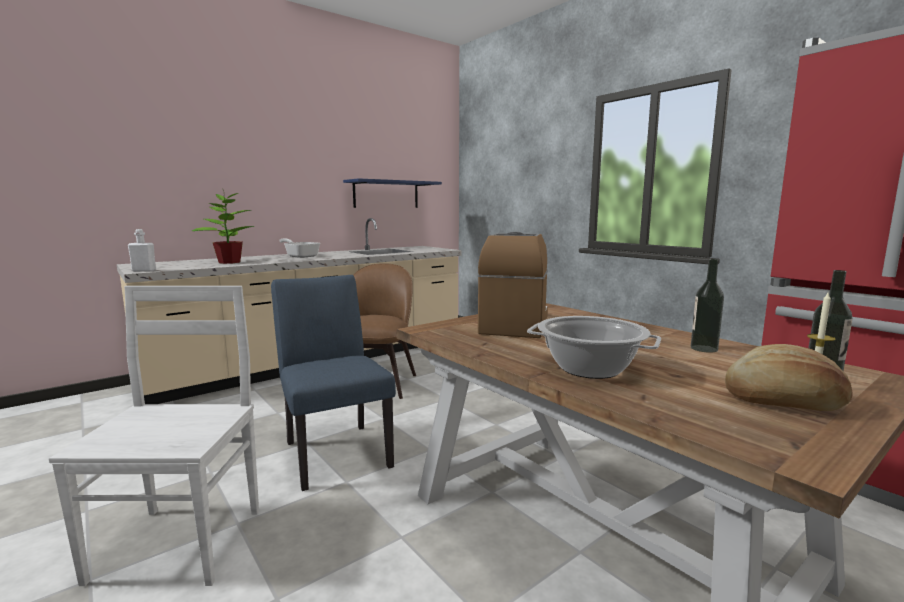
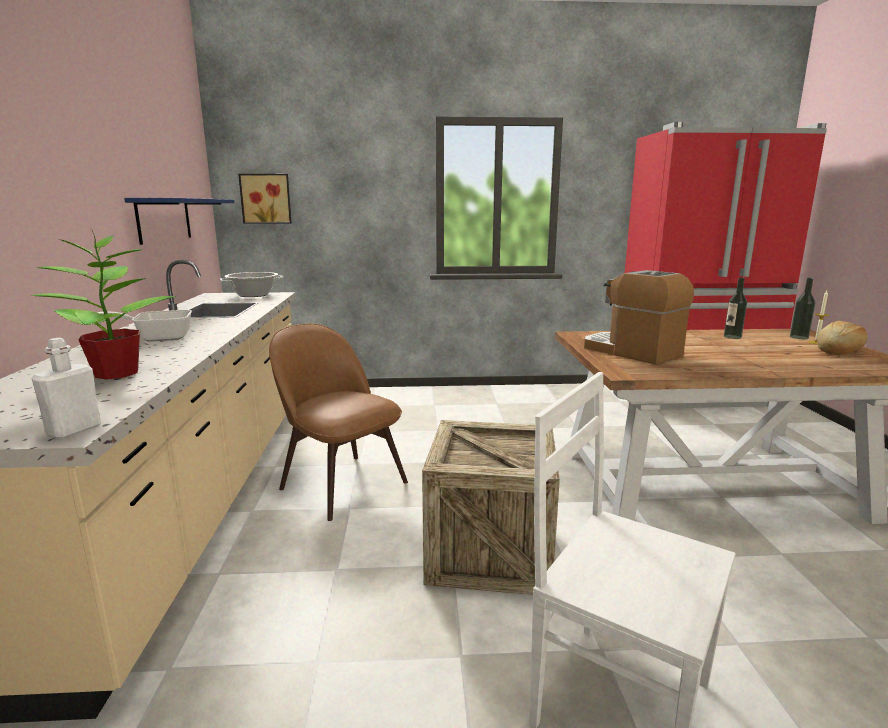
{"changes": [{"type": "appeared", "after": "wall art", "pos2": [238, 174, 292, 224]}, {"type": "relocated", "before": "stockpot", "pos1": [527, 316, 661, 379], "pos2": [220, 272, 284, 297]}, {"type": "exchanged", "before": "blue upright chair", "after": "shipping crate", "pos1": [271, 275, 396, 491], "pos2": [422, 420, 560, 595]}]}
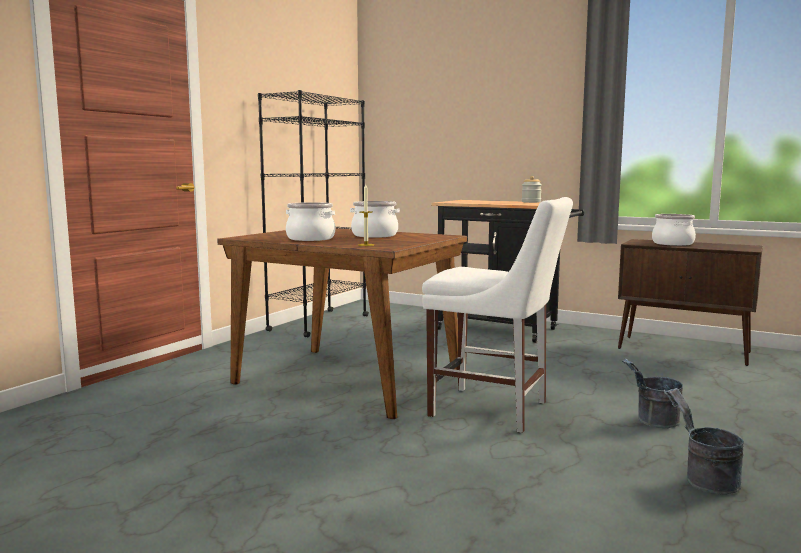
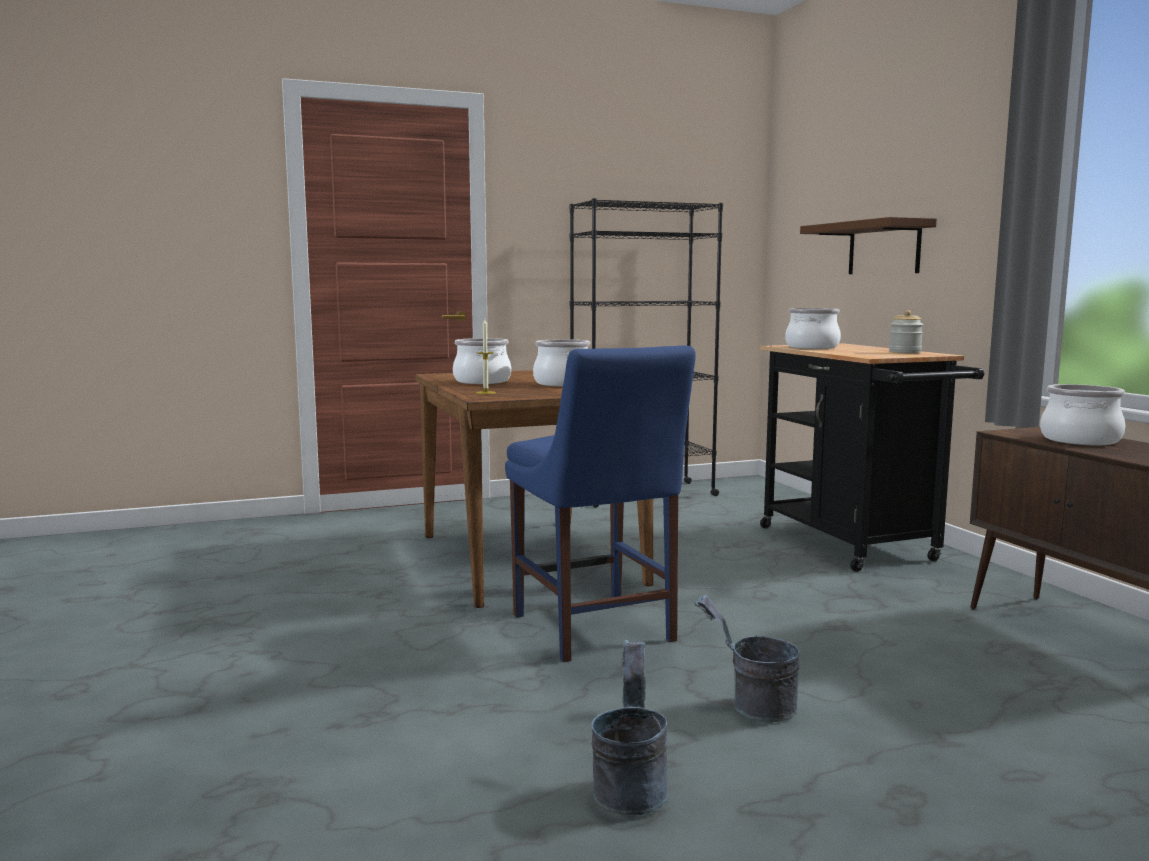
{"changes": [{"type": "appeared", "after": "stockpot", "pos2": [785, 308, 841, 349]}, {"type": "appeared", "after": "brownish shelf", "pos2": [800, 217, 937, 274]}, {"type": "colour", "before": "whitish upright chair", "after": "blue upright chair", "pos1": [422, 197, 573, 433], "pos2": [505, 345, 696, 662]}]}
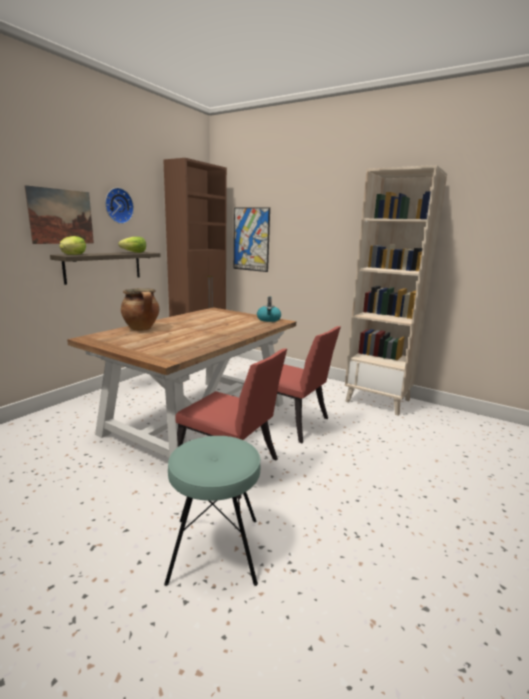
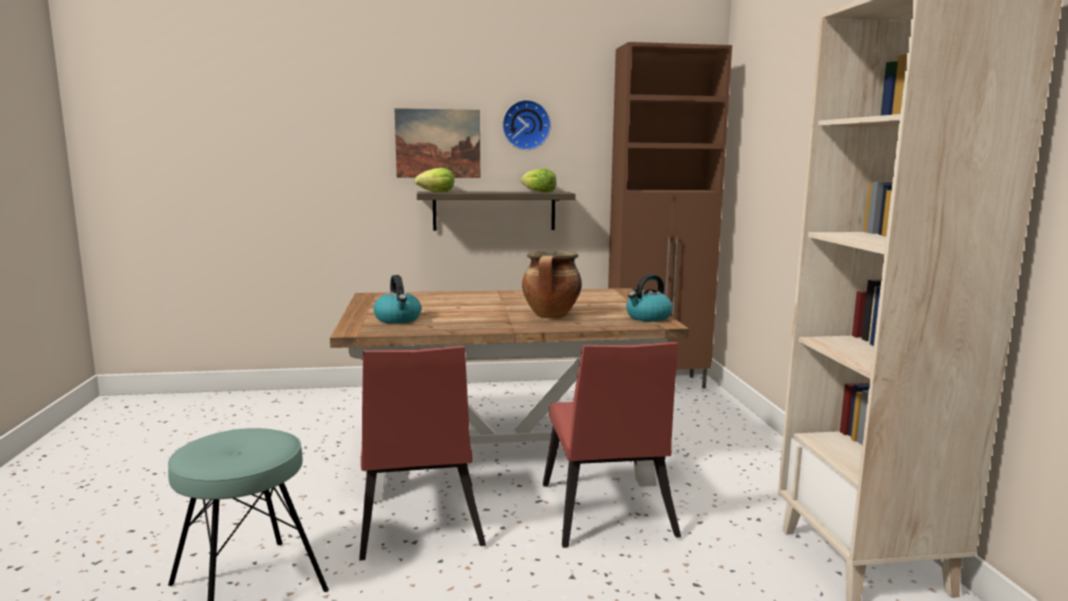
{"changes": [{"type": "missing", "before": "wall art", "pos1": [234, 208, 270, 272]}, {"type": "appeared", "after": "kettle", "pos2": [374, 275, 421, 324]}, {"type": "relocated", "before": "stockpot", "pos1": [121, 288, 159, 331], "pos2": [522, 251, 582, 319]}]}
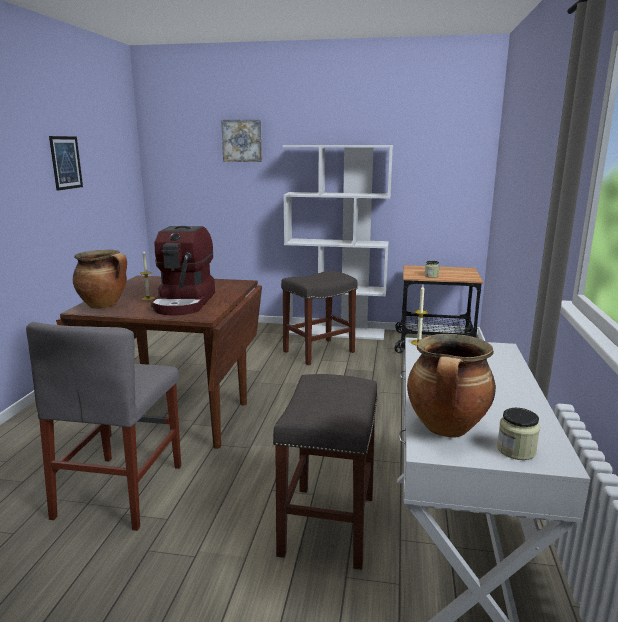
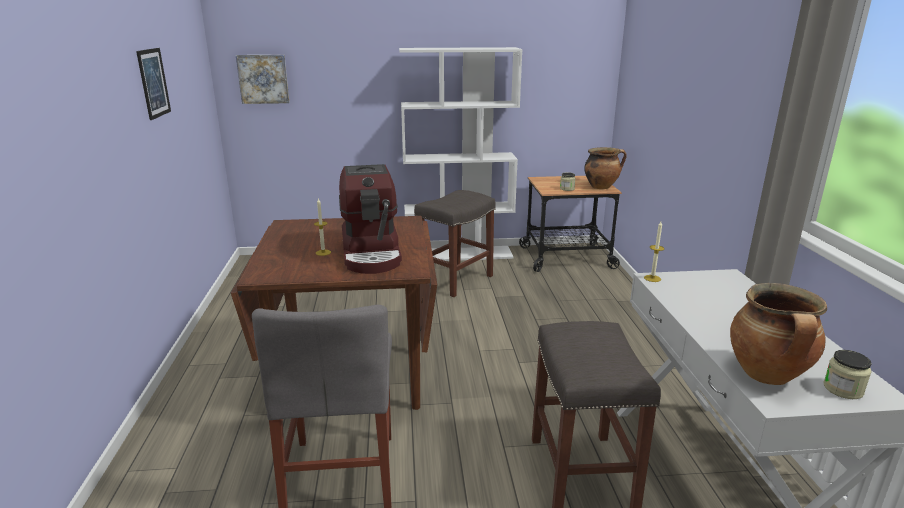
{"changes": [{"type": "relocated", "before": "stockpot", "pos1": [73, 250, 127, 309], "pos2": [584, 147, 627, 189]}, {"type": "relocated", "before": "wall art", "pos1": [221, 120, 262, 162], "pos2": [236, 55, 289, 104]}]}
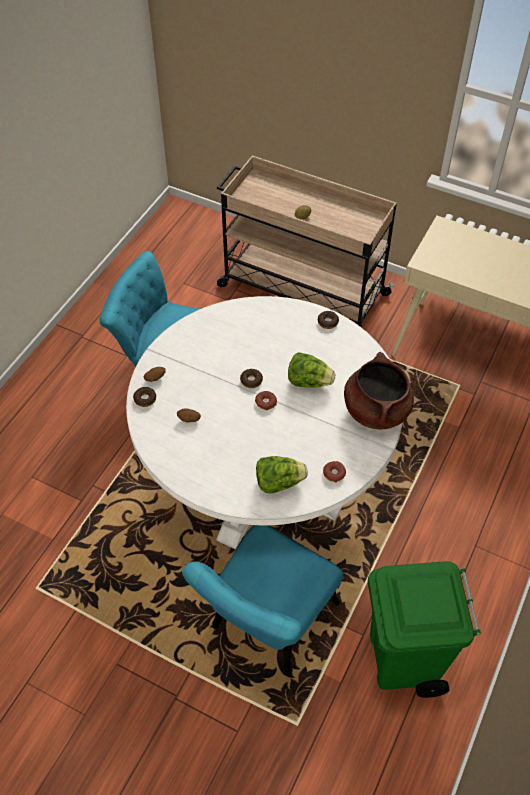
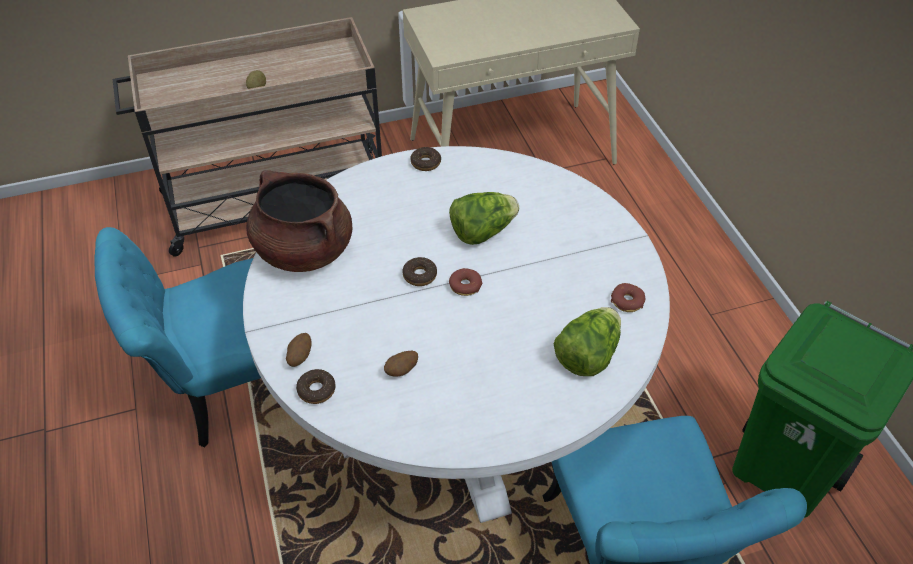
{"changes": [{"type": "relocated", "before": "brownish stockpot", "pos1": [344, 352, 414, 430], "pos2": [246, 170, 352, 272]}]}
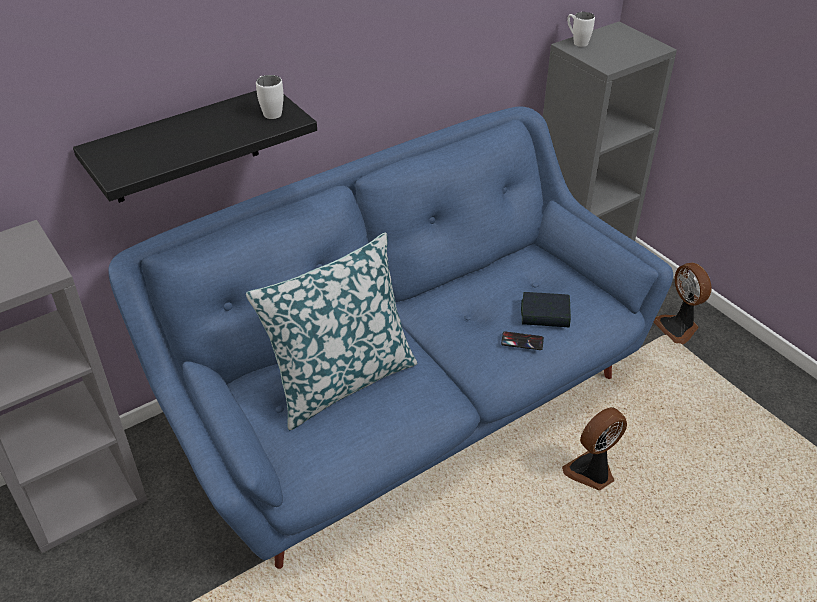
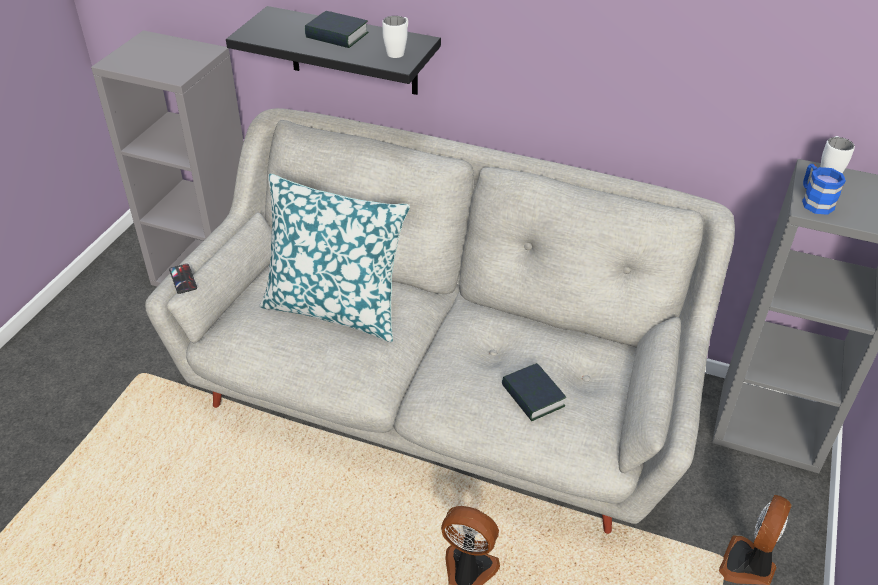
{"changes": [{"type": "appeared", "after": "book", "pos2": [305, 11, 368, 48]}, {"type": "appeared", "after": "blue tea mug", "pos2": [802, 164, 846, 215]}, {"type": "relocated", "before": "handset", "pos1": [501, 331, 544, 350], "pos2": [169, 264, 197, 294]}, {"type": "colour", "before": "blue couch", "after": "greyish couch", "pos1": [108, 107, 673, 569], "pos2": [145, 108, 735, 534]}]}
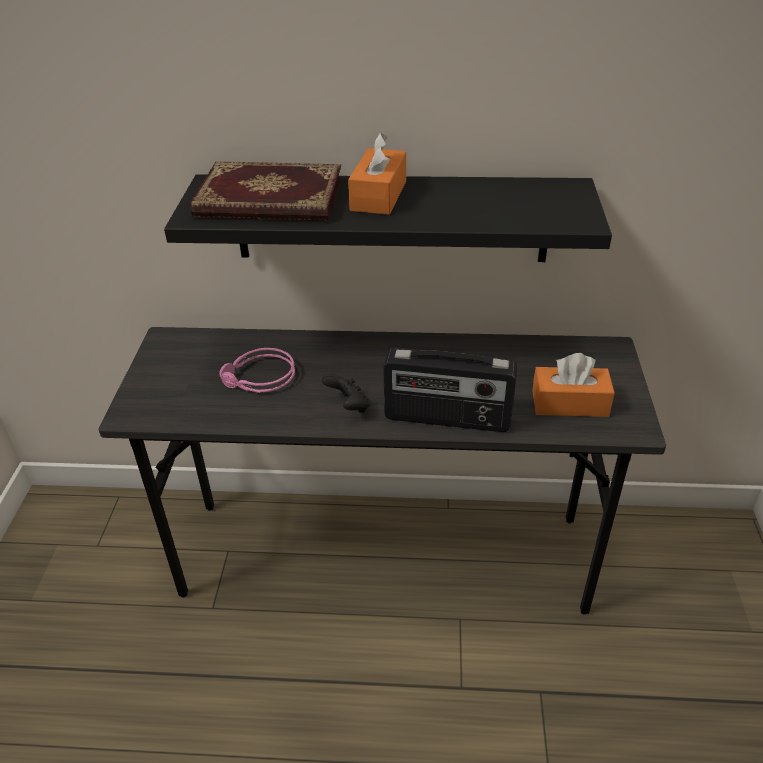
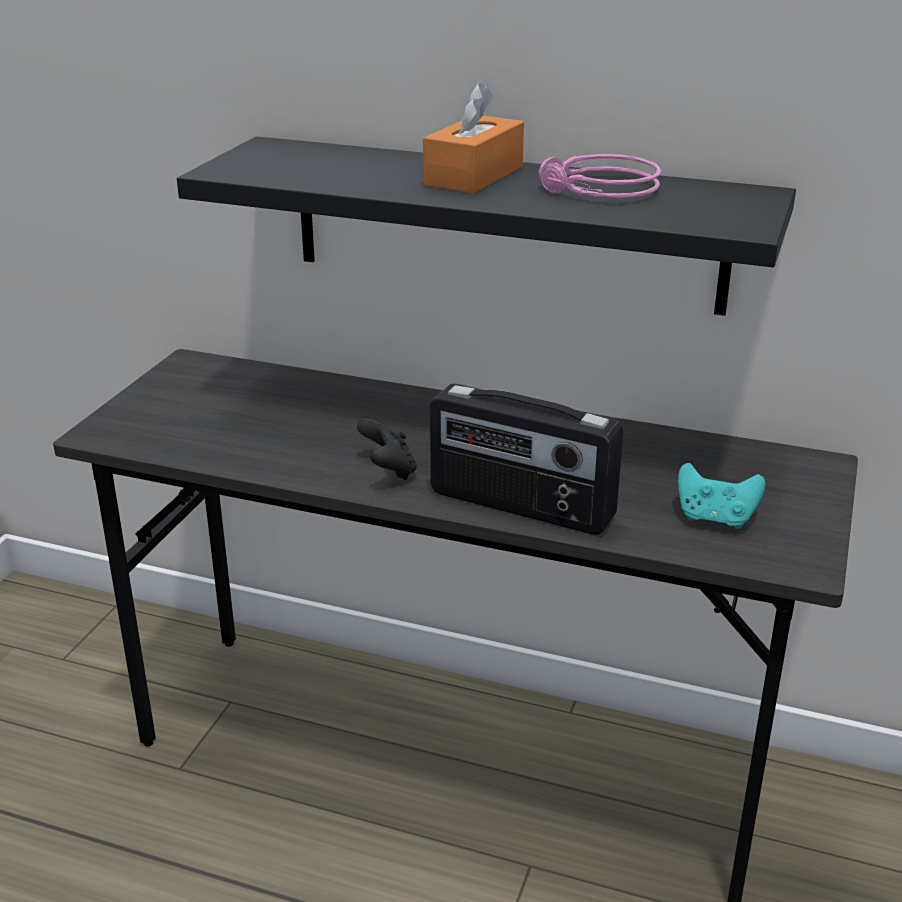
{"changes": [{"type": "missing", "before": "book", "pos1": [190, 161, 342, 221]}, {"type": "relocated", "before": "pink-coloured headset", "pos1": [219, 348, 295, 393], "pos2": [539, 154, 661, 198]}, {"type": "exchanged", "before": "orangey box of tissues", "after": "turquoise-coloured joypad", "pos1": [532, 353, 615, 417], "pos2": [678, 463, 766, 529]}]}
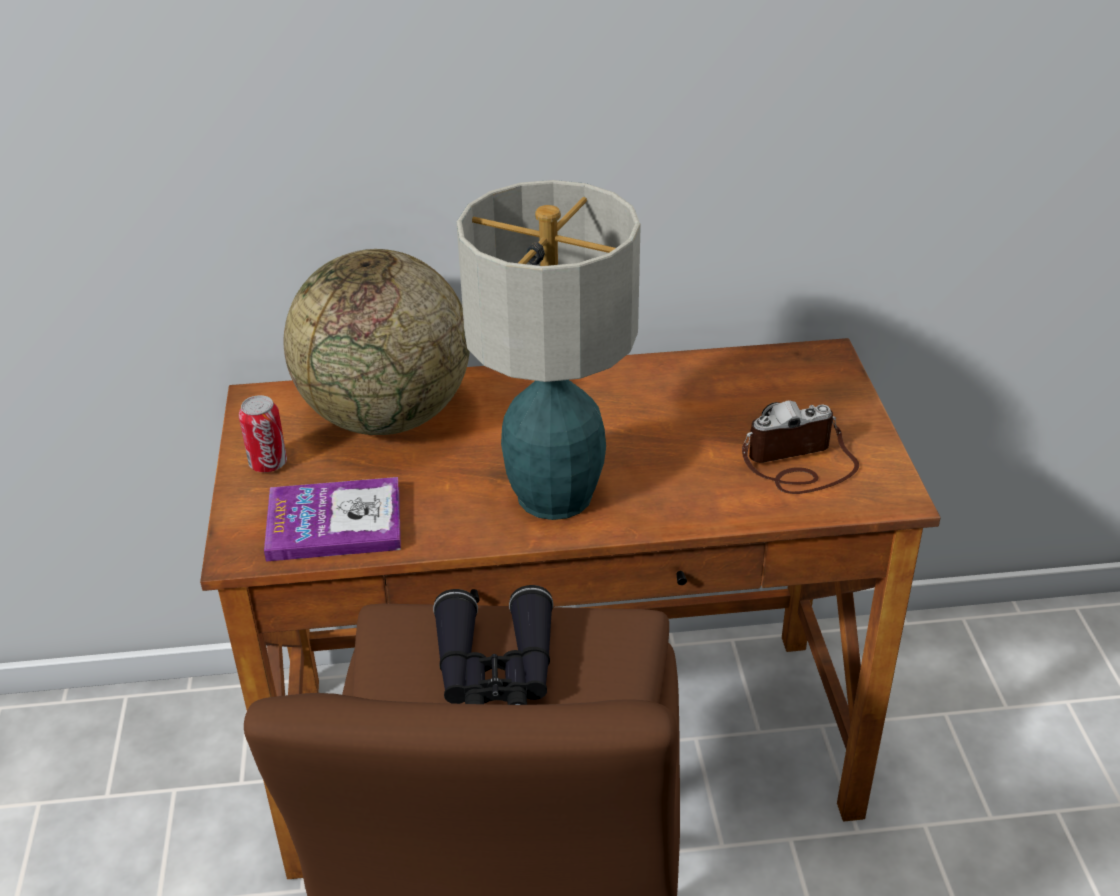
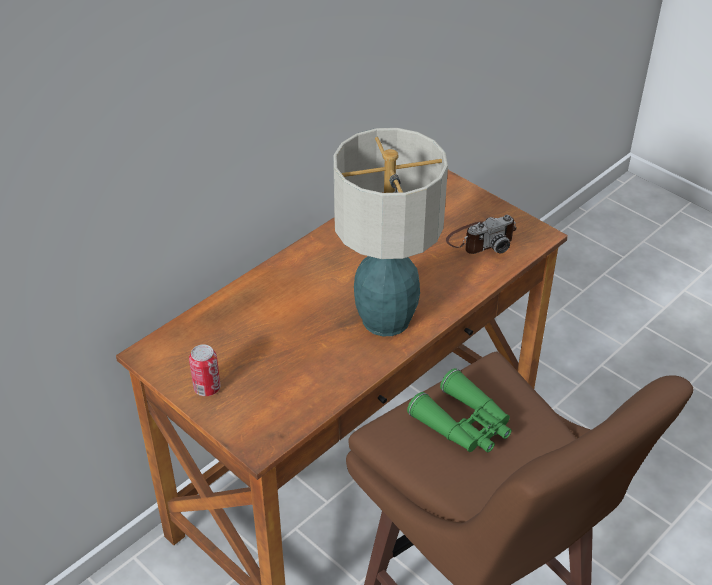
{"changes": [{"type": "missing", "before": "book", "pos1": [264, 477, 401, 562]}, {"type": "missing", "before": "world globe", "pos1": [284, 249, 470, 435]}, {"type": "colour", "before": "blackish field glasses", "after": "greenish field glasses", "pos1": [433, 585, 553, 705], "pos2": [407, 368, 512, 453]}, {"type": "spun", "before": "still camera", "pos1": [742, 400, 859, 494], "pos2": [446, 215, 517, 254], "turn": -150}]}
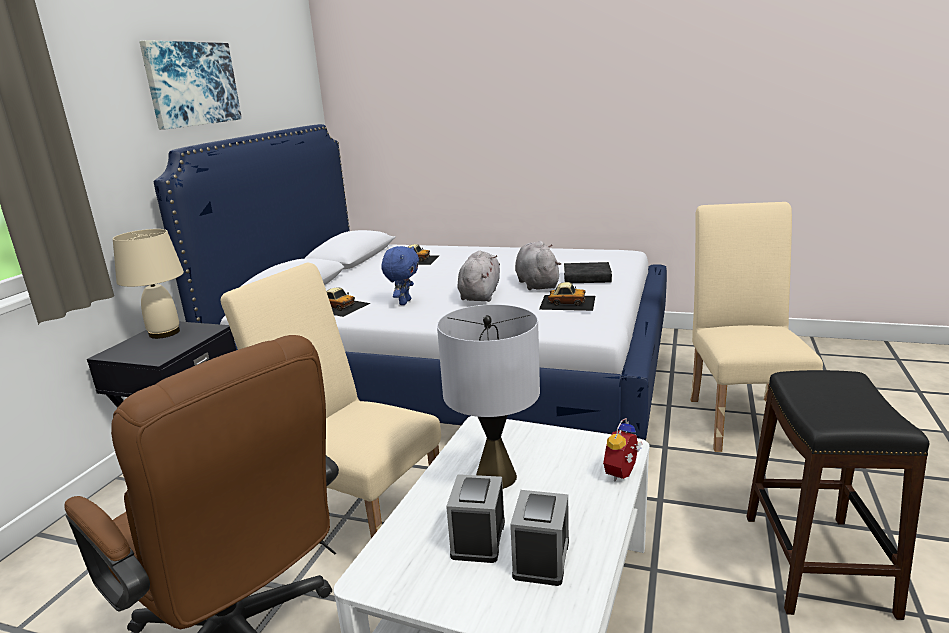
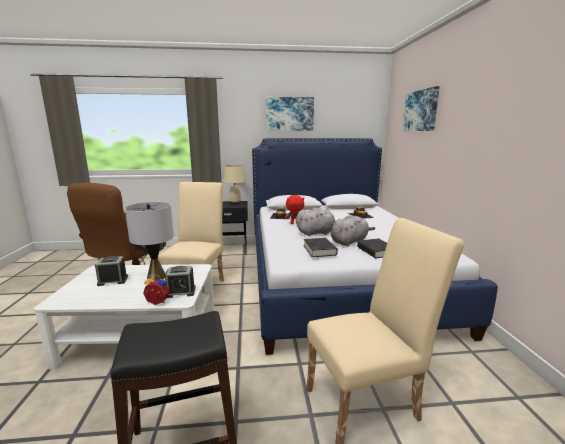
{"changes": [{"type": "appeared", "after": "wall art", "pos2": [402, 86, 440, 131]}, {"type": "relocated", "before": "bedside clock", "pos1": [510, 490, 569, 586], "pos2": [165, 266, 196, 298]}, {"type": "exchanged", "before": "model car", "after": "blackish book", "pos1": [539, 282, 595, 311], "pos2": [304, 238, 338, 257]}, {"type": "colour", "before": "blue soft toy", "after": "red-coloured soft toy", "pos1": [381, 246, 419, 305], "pos2": [285, 195, 304, 224]}]}
